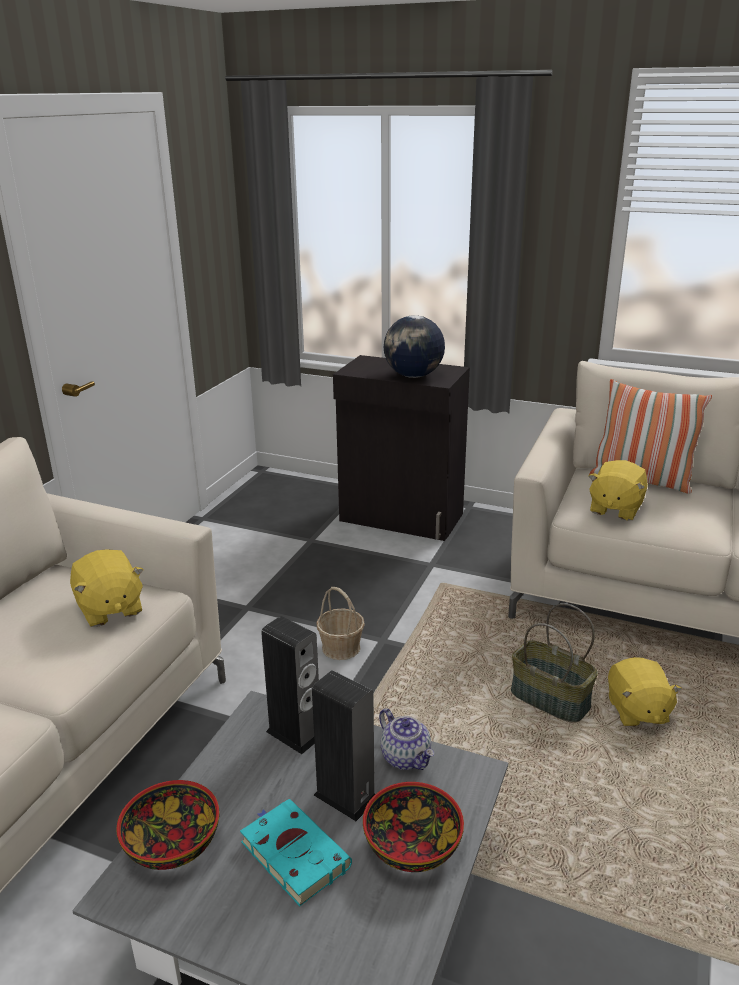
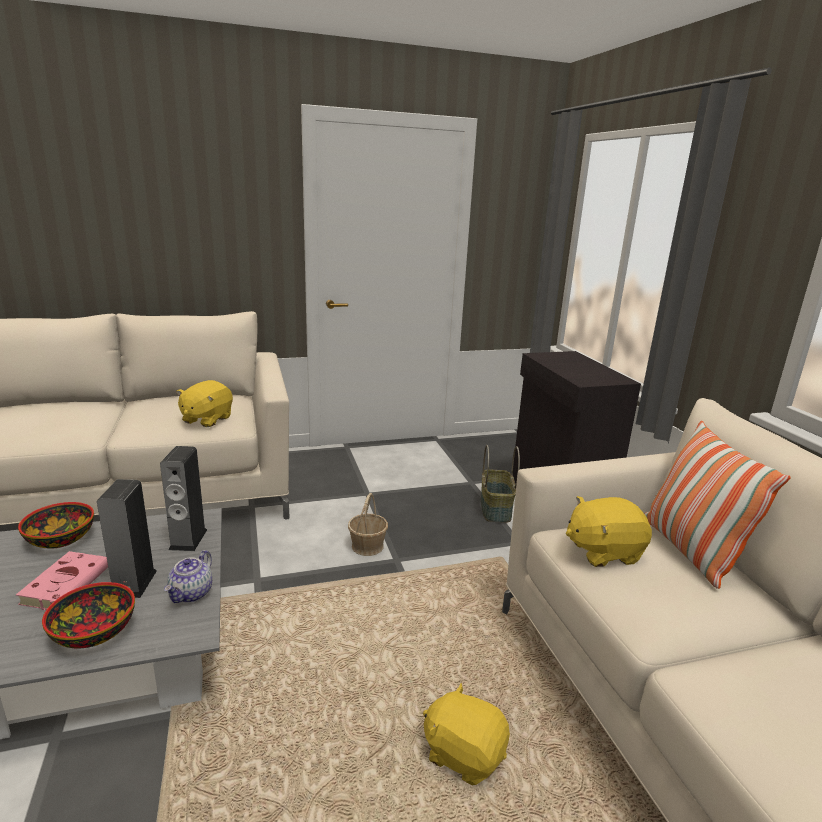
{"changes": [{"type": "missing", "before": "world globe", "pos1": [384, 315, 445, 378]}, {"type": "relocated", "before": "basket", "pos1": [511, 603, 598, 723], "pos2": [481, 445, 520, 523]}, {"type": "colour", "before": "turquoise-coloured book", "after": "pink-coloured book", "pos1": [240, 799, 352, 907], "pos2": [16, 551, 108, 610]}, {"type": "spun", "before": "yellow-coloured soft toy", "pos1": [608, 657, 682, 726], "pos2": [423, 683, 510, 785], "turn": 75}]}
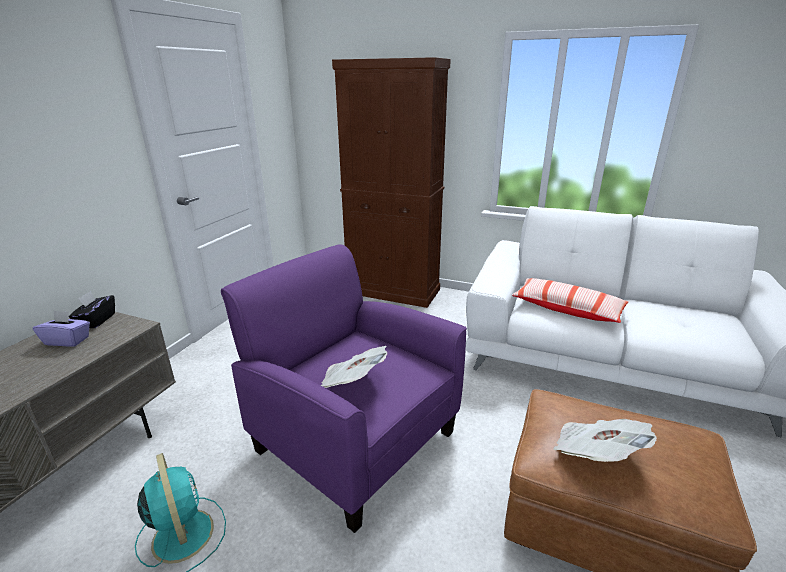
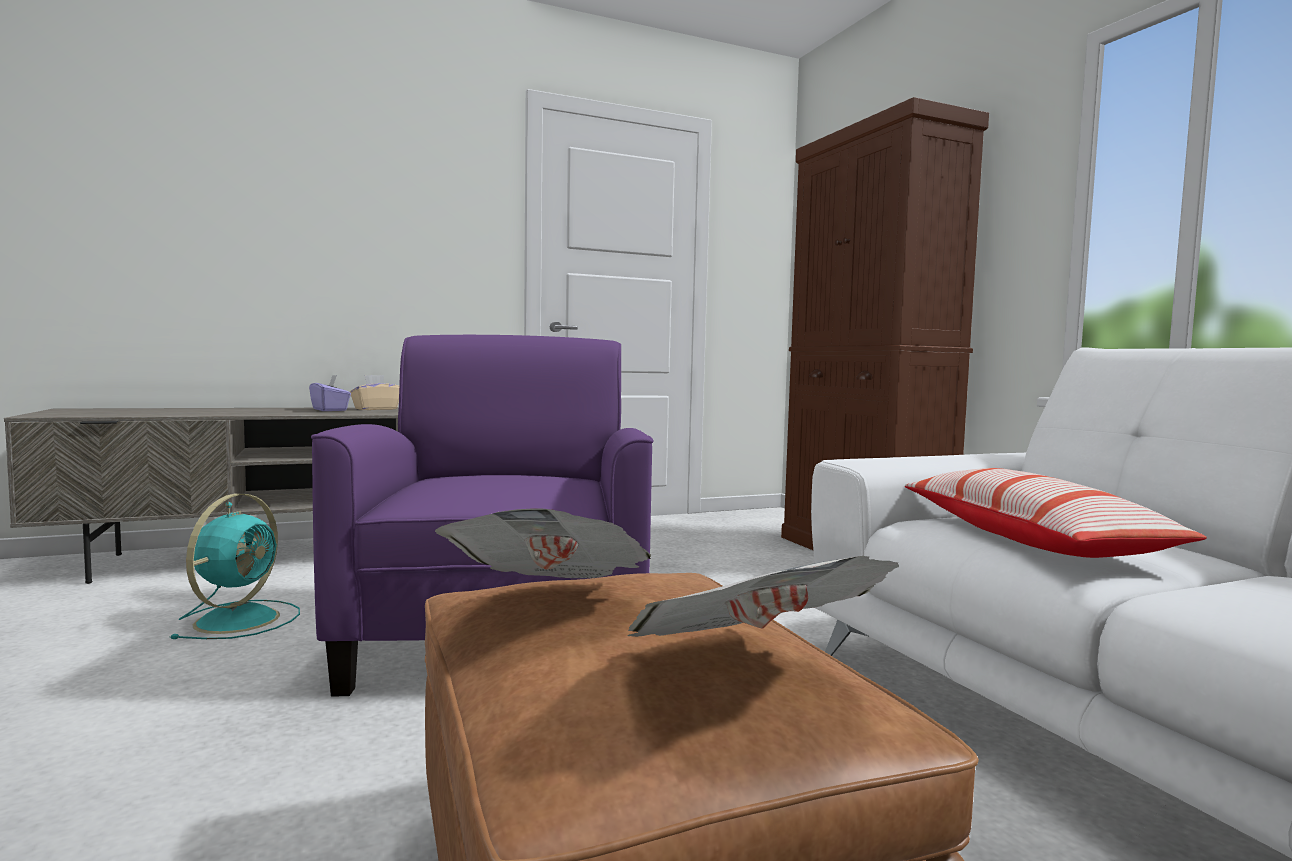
{"changes": [{"type": "relocated", "before": "newspaper", "pos1": [321, 346, 387, 388], "pos2": [627, 556, 899, 637]}, {"type": "colour", "before": "blackish box of tissues", "after": "beige box of tissues", "pos1": [69, 291, 115, 328], "pos2": [350, 375, 399, 410]}]}
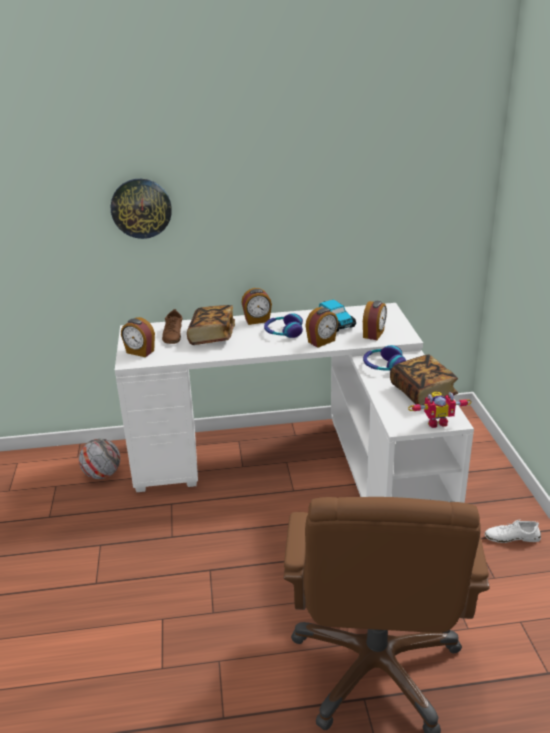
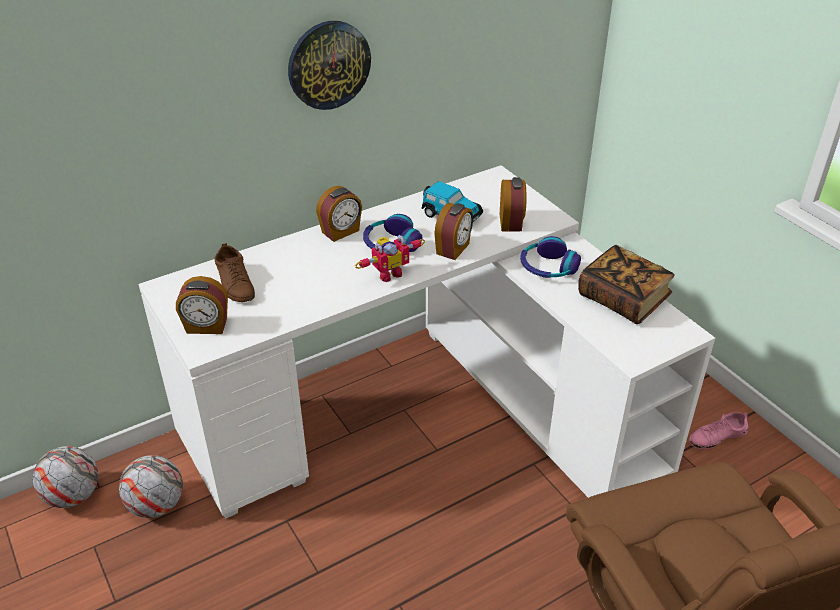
{"changes": [{"type": "missing", "before": "book", "pos1": [187, 305, 235, 345]}, {"type": "appeared", "after": "ball for football", "pos2": [33, 446, 98, 508]}, {"type": "relocated", "before": "wall clock", "pos1": [111, 179, 172, 239], "pos2": [288, 21, 371, 110]}, {"type": "relocated", "before": "toy robot", "pos1": [408, 392, 472, 428], "pos2": [355, 235, 425, 282]}, {"type": "colour", "before": "whitish low shoe", "after": "pink-coloured low shoe", "pos1": [485, 519, 541, 543], "pos2": [689, 412, 749, 449]}]}
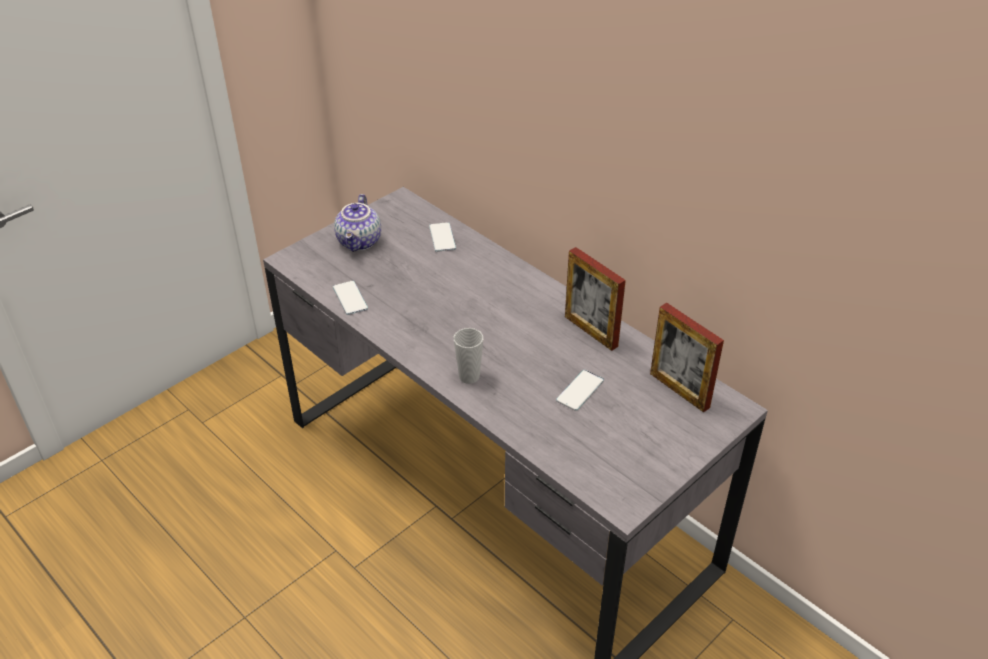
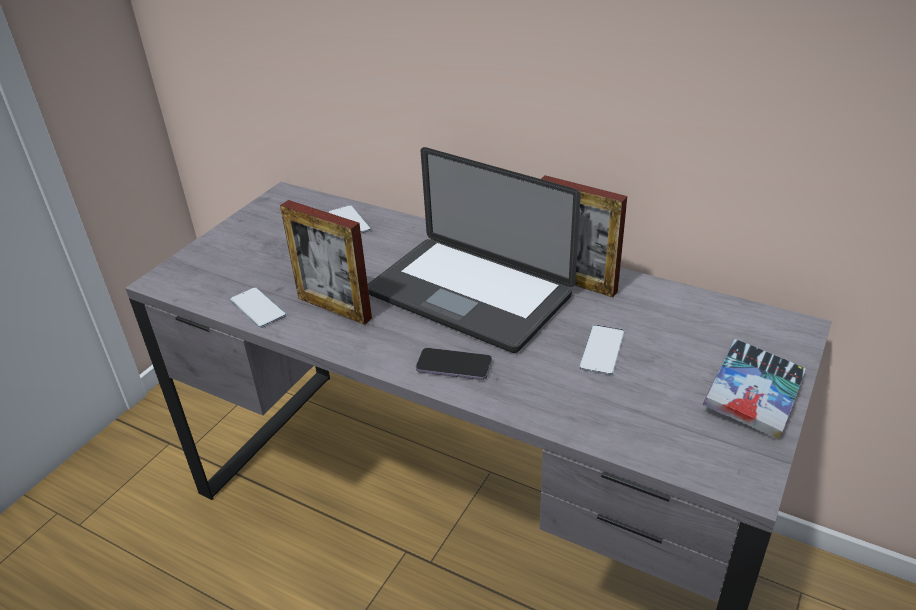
{"changes": [{"type": "missing", "before": "tea pot", "pos1": [334, 194, 381, 252]}, {"type": "appeared", "after": "laptop", "pos2": [368, 147, 581, 353]}, {"type": "appeared", "after": "book", "pos2": [703, 339, 806, 440]}, {"type": "relocated", "before": "photo frame", "pos1": [650, 303, 724, 413], "pos2": [280, 200, 372, 325]}, {"type": "exchanged", "before": "small cup", "after": "handset", "pos1": [454, 328, 483, 384], "pos2": [416, 348, 492, 380]}]}
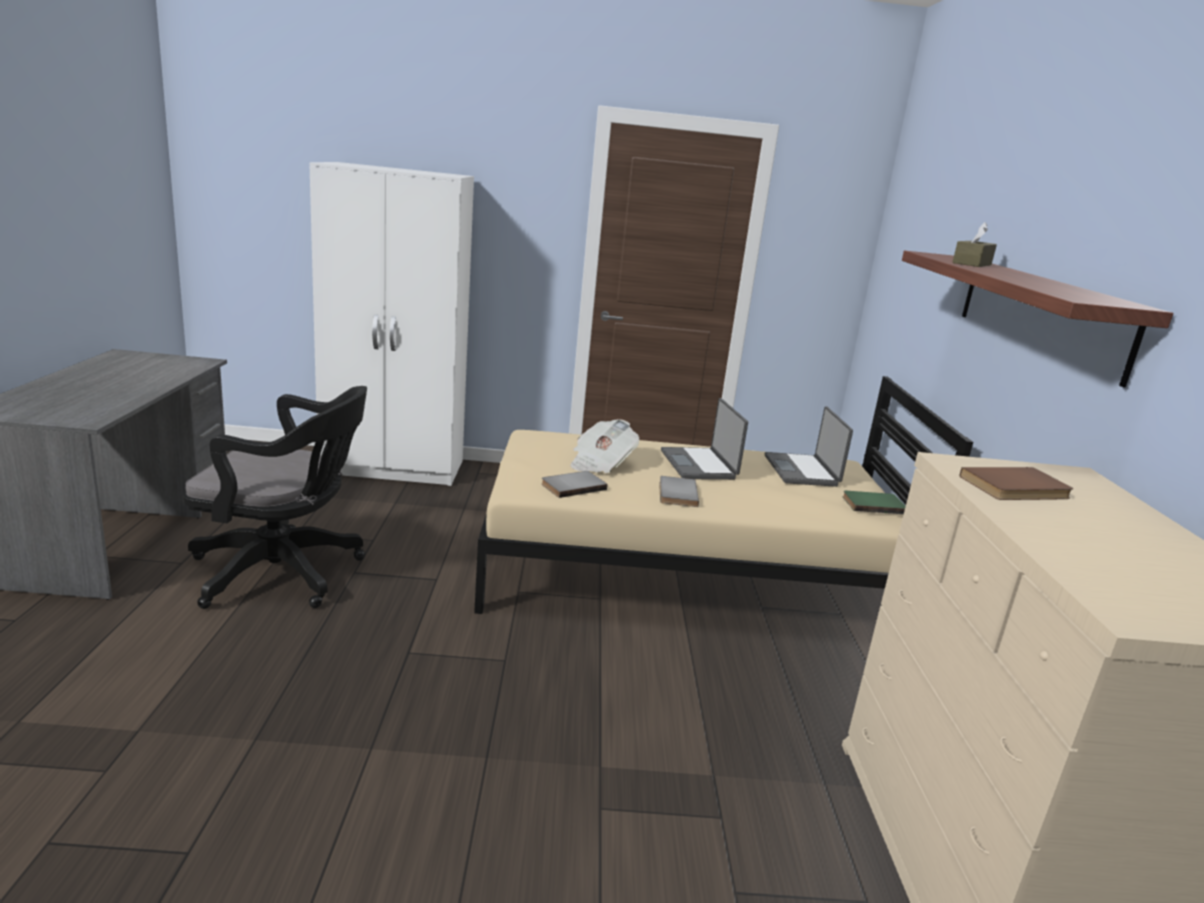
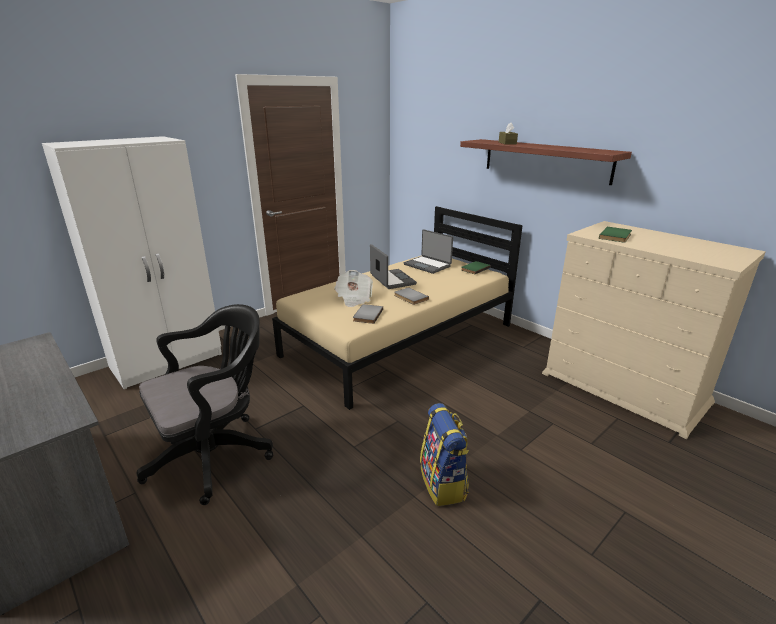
{"changes": [{"type": "appeared", "after": "knapsack", "pos2": [420, 403, 469, 506]}, {"type": "colour", "before": "brownish book", "after": "greenish book", "pos1": [960, 467, 1073, 500], "pos2": [599, 227, 632, 243]}, {"type": "spun", "before": "laptop", "pos1": [661, 398, 748, 480], "pos2": [370, 244, 417, 289], "turn": -150}]}
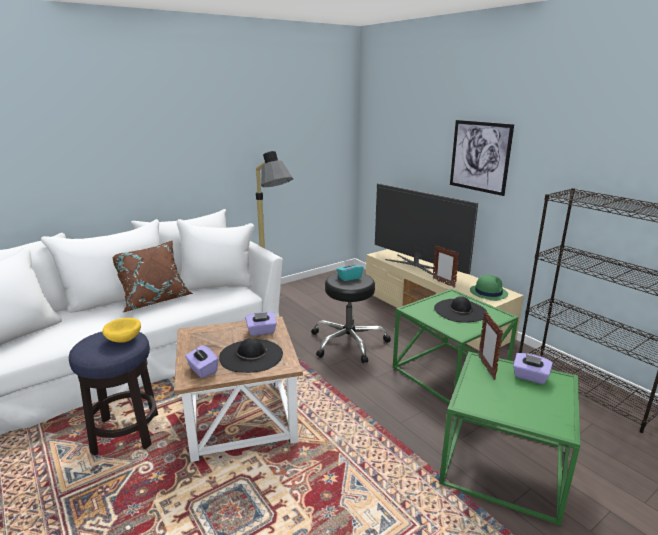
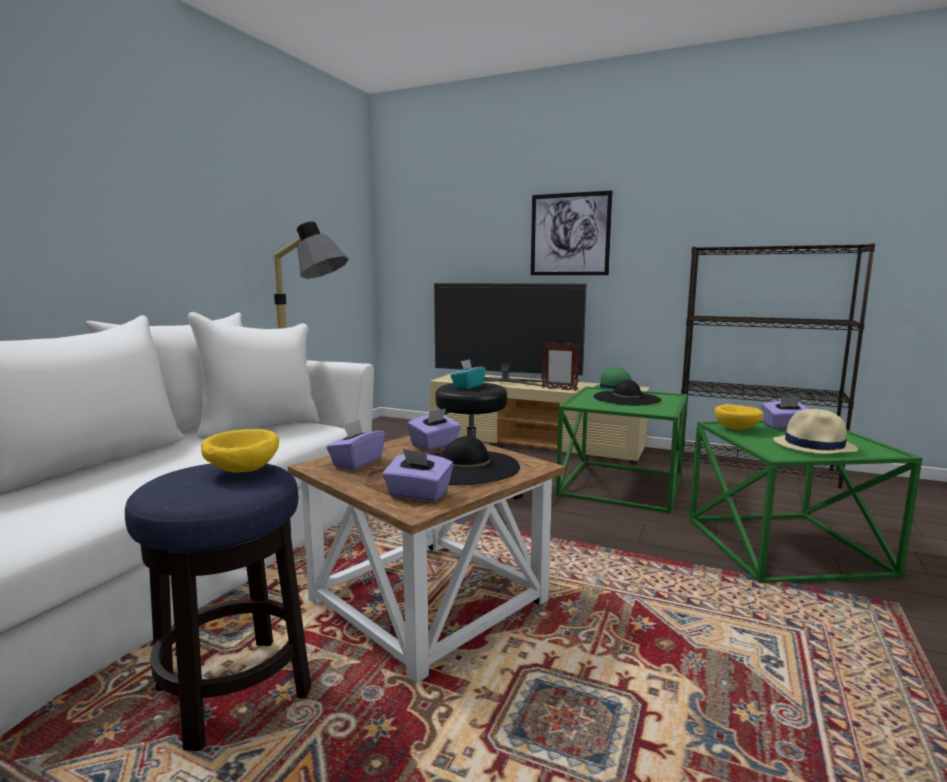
{"changes": [{"type": "missing", "before": "brownish throw pillow", "pos1": [113, 241, 193, 313]}, {"type": "appeared", "after": "purple-coloured box of tissues", "pos2": [327, 419, 385, 470]}, {"type": "appeared", "after": "beige hat", "pos2": [773, 409, 858, 454]}, {"type": "exchanged", "before": "photo frame", "after": "yellow-coloured serving bowl", "pos1": [479, 311, 503, 380], "pos2": [715, 404, 764, 430]}]}
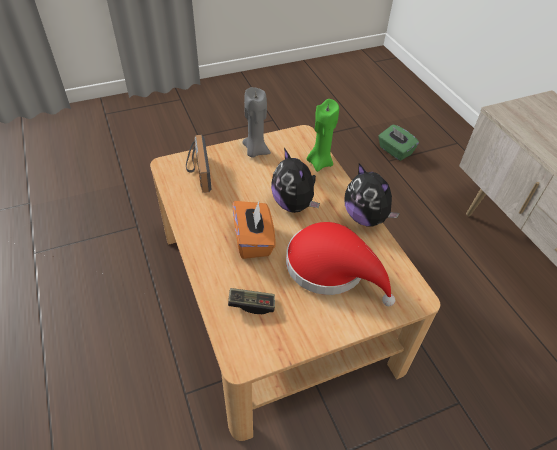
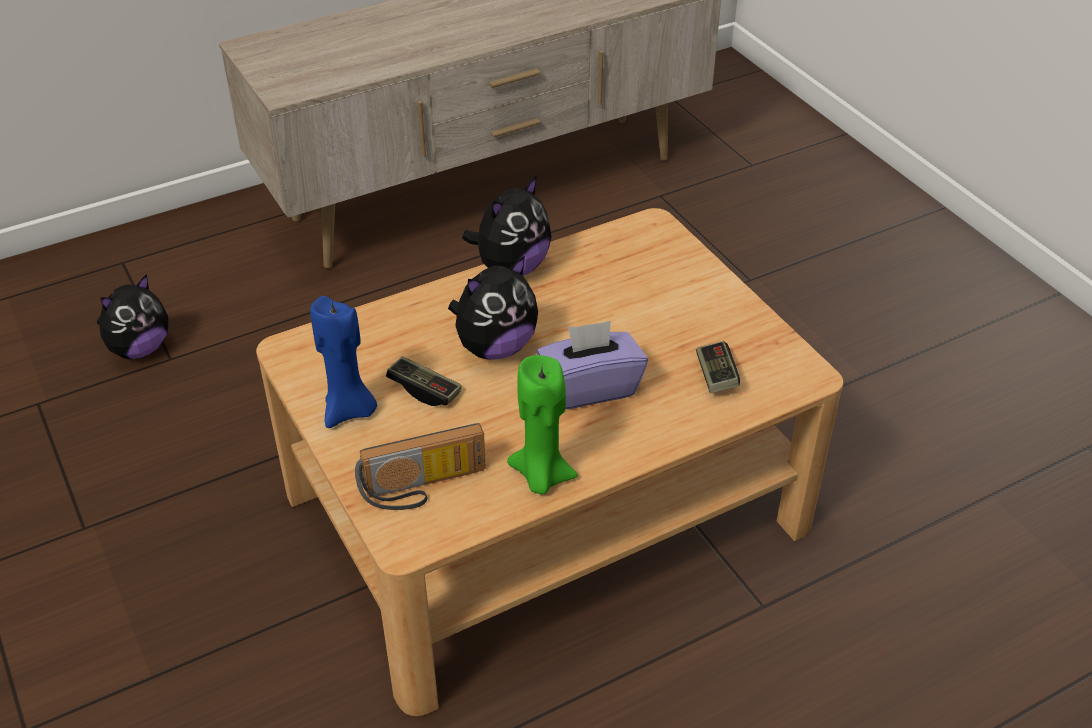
{"changes": [{"type": "missing", "before": "red-coloured hat", "pos1": [286, 222, 395, 306]}, {"type": "appeared", "after": "joypad", "pos2": [386, 356, 462, 406]}, {"type": "relocated", "before": "greenish wax light", "pos1": [307, 99, 339, 172], "pos2": [507, 355, 578, 494]}, {"type": "exchanged", "before": "greenish box of tissues", "after": "soft toy", "pos1": [378, 124, 419, 161], "pos2": [97, 274, 168, 359]}, {"type": "colour", "before": "orangey box of tissues", "after": "purple-coloured box of tissues", "pos1": [233, 201, 275, 259], "pos2": [537, 321, 648, 409]}, {"type": "colour", "before": "greyish wax light", "after": "blue wax light", "pos1": [242, 87, 271, 158], "pos2": [310, 296, 377, 428]}]}
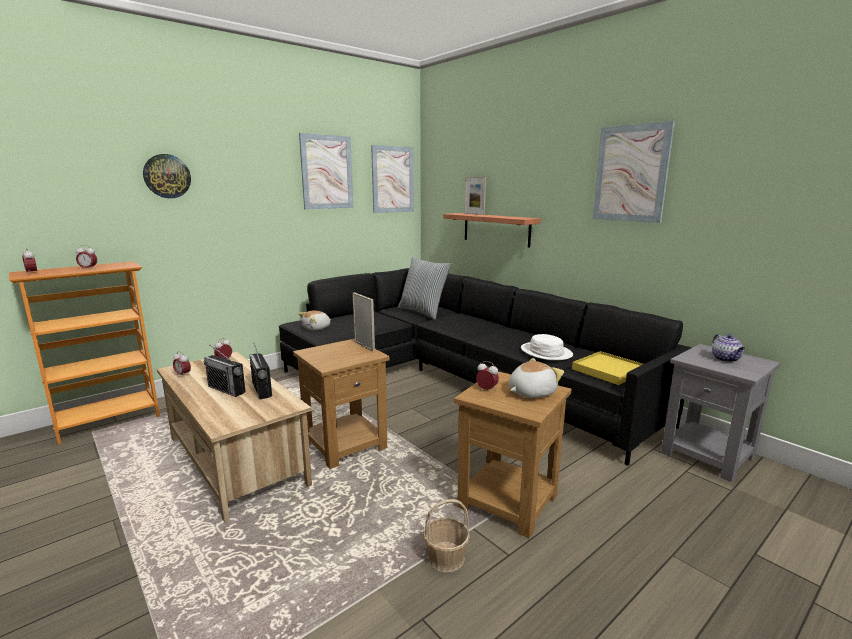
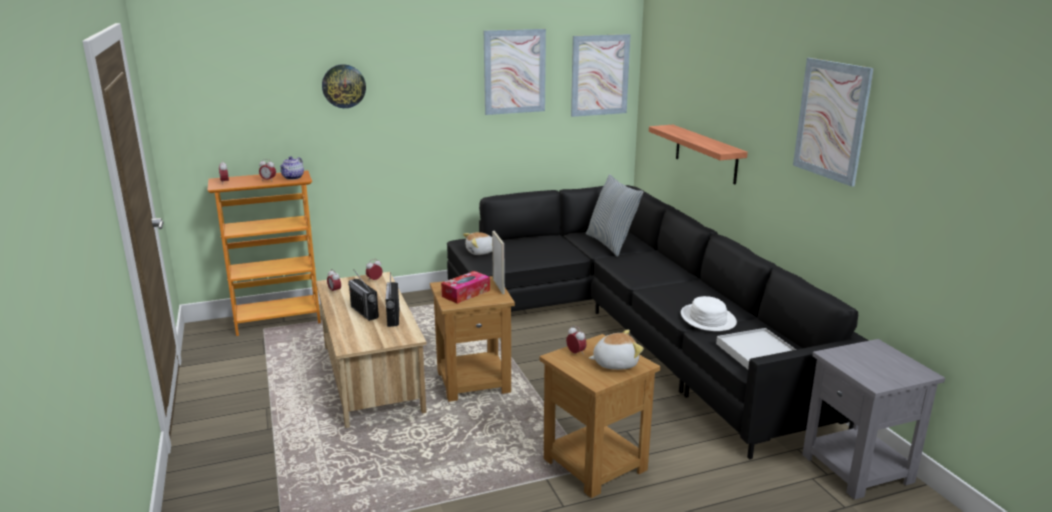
{"changes": [{"type": "missing", "before": "basket", "pos1": [423, 499, 470, 573]}, {"type": "missing", "before": "photo frame", "pos1": [464, 177, 486, 215]}, {"type": "appeared", "after": "box of tissues", "pos2": [441, 271, 490, 304]}, {"type": "relocated", "before": "tea pot", "pos1": [712, 334, 745, 362], "pos2": [280, 156, 304, 180]}, {"type": "colour", "before": "yellow-coloured serving tray", "after": "whitish serving tray", "pos1": [572, 351, 643, 385], "pos2": [716, 328, 796, 369]}]}
